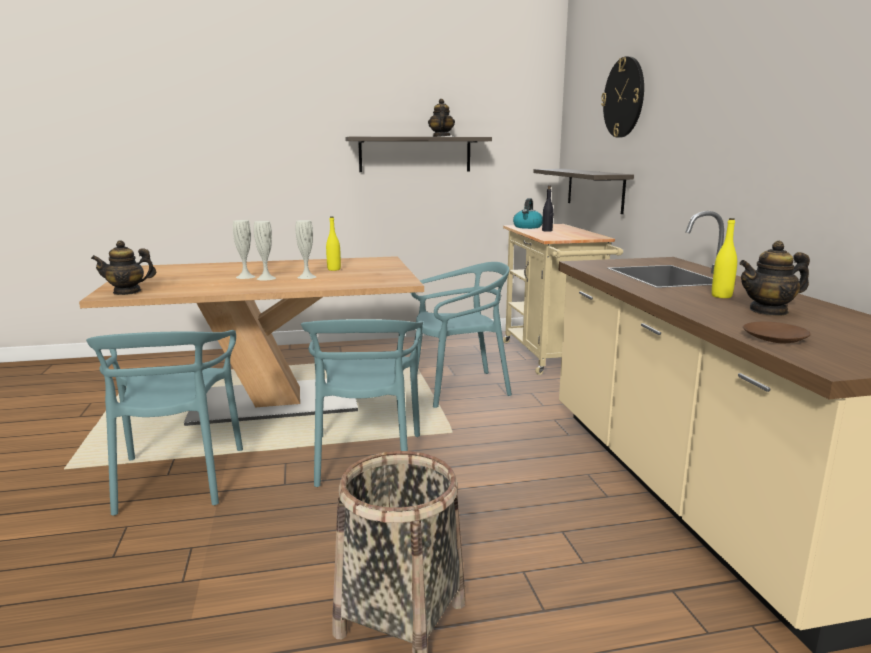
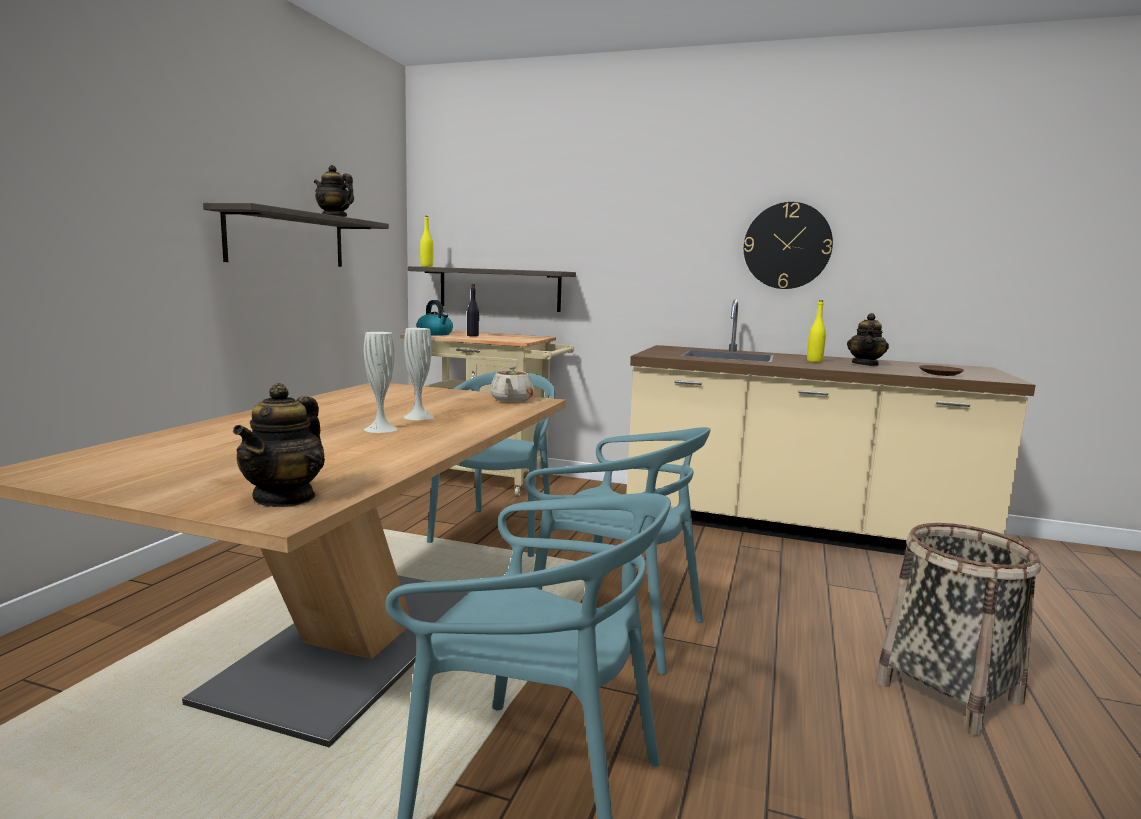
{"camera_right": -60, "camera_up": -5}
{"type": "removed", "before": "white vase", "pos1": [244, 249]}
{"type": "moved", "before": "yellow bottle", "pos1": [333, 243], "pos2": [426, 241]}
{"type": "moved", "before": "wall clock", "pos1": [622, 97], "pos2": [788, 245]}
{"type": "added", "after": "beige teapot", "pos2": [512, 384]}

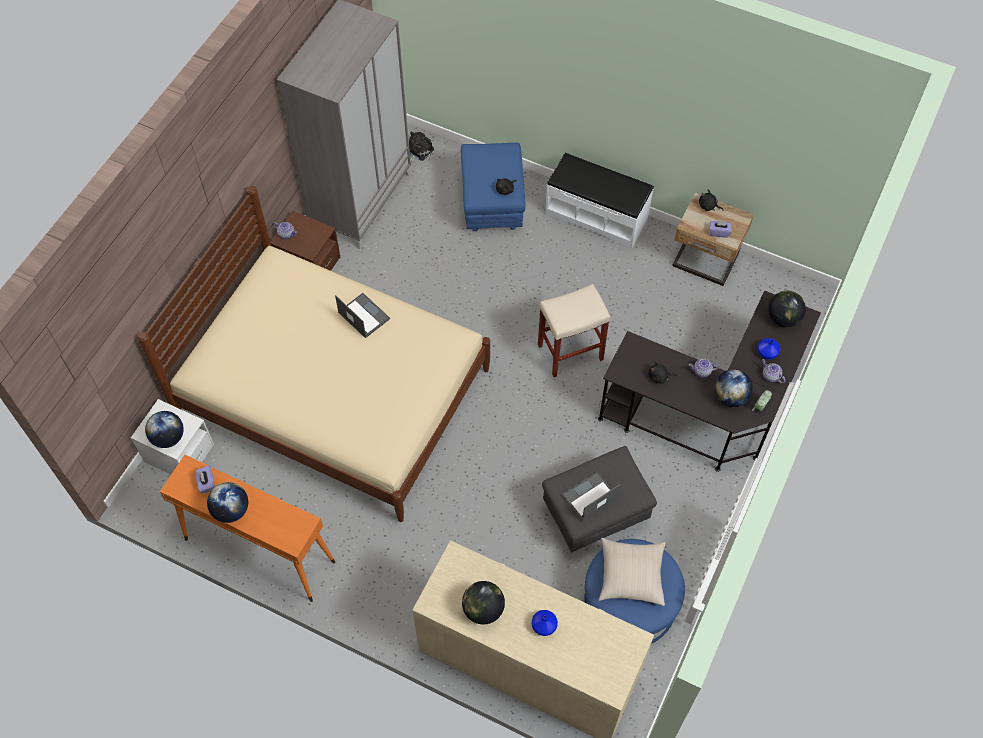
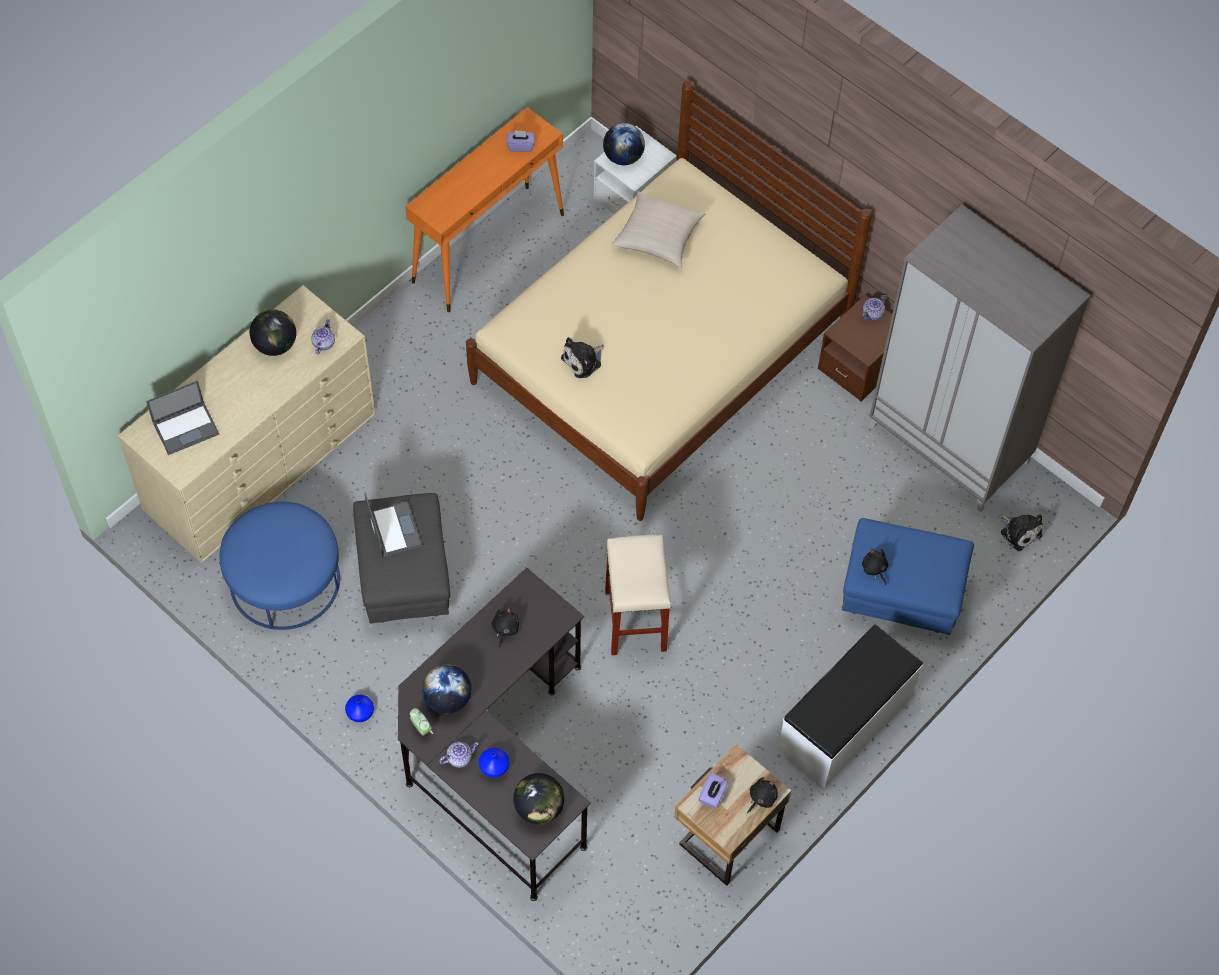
{"camera_right": 105, "camera_up": 0}
{"type": "removed", "before": "globe", "pos1": [227, 502]}
{"type": "moved", "before": "laptop", "pos1": [362, 315], "pos2": [182, 418]}
{"type": "moved", "before": "blue vase", "pos1": [545, 623], "pos2": [359, 708]}
{"type": "moved", "before": "beige pillow", "pos1": [632, 572], "pos2": [659, 229]}
{"type": "moved", "before": "teapot", "pos1": [703, 368], "pos2": [323, 336]}
{"type": "added", "after": "plush toy", "pos2": [582, 357]}

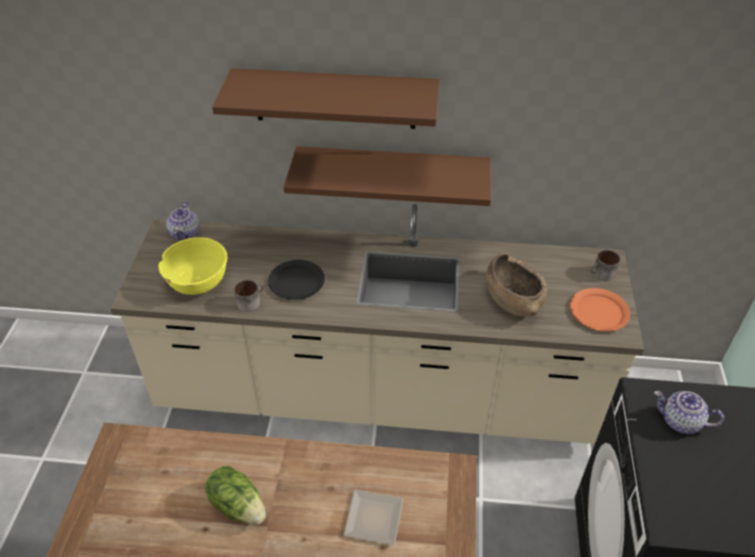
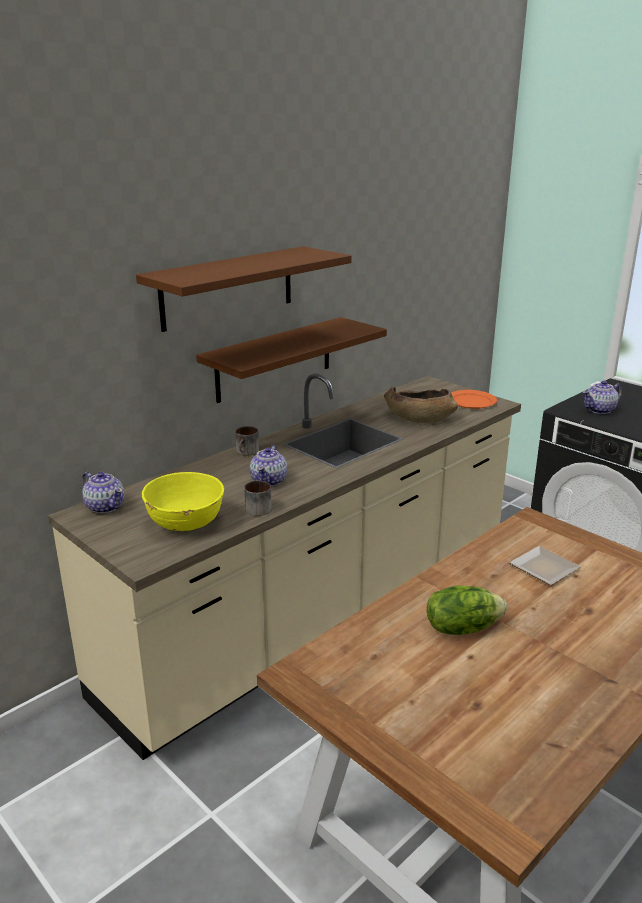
{"camera_right": -50, "camera_up": -20}
{"type": "replaced", "before": "black plate", "after": "teapot", "pos1": [296, 280], "pos2": [268, 465]}
{"type": "moved", "before": "mug", "pos1": [605, 265], "pos2": [247, 441]}

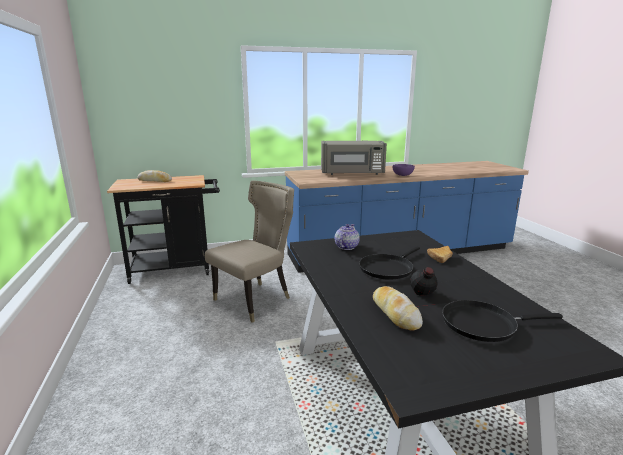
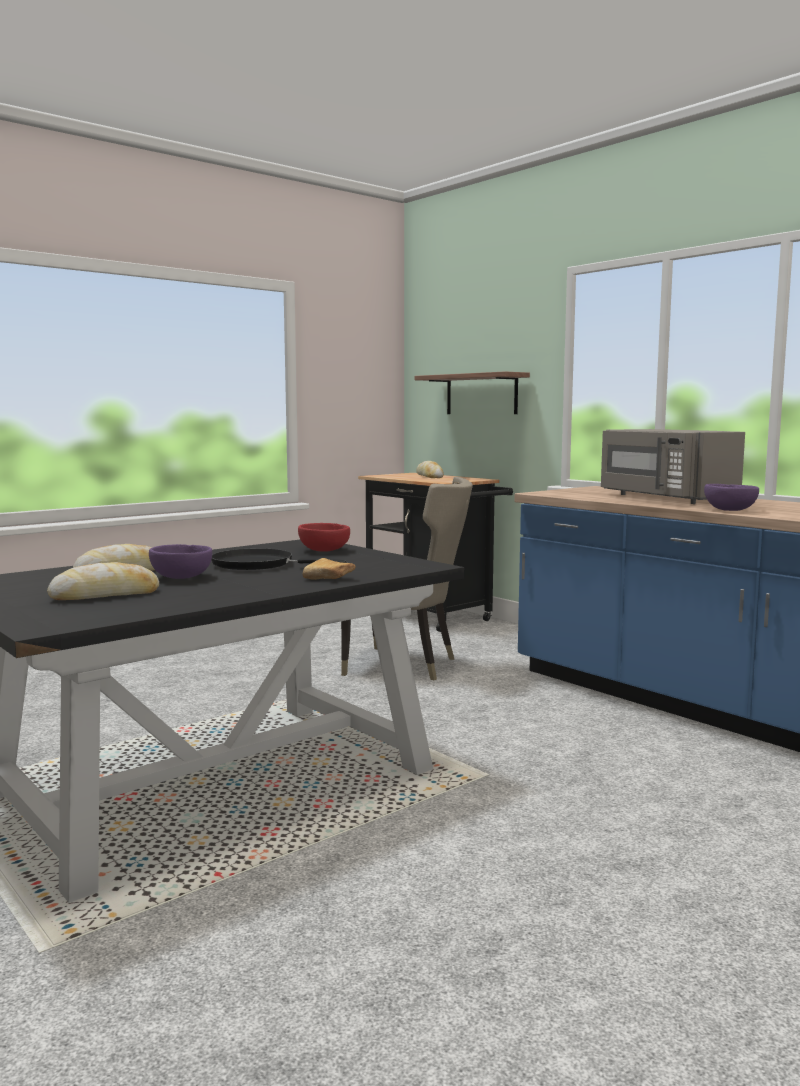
{"camera_right": 65, "camera_up": -10}
{"type": "replaced", "before": "teapot", "after": "red bowl", "pos1": [347, 237], "pos2": [324, 537]}
{"type": "replaced", "before": "black bottle", "after": "purple bowl", "pos1": [424, 286], "pos2": [180, 561]}
{"type": "replaced", "before": "black frying pan", "after": "bread", "pos1": [502, 321], "pos2": [103, 581]}
{"type": "added", "after": "shelf", "pos2": [472, 392]}

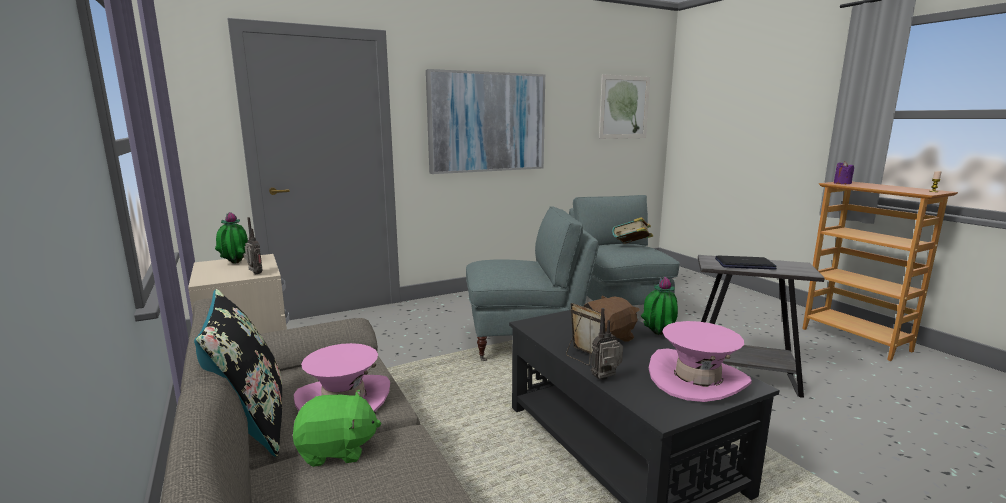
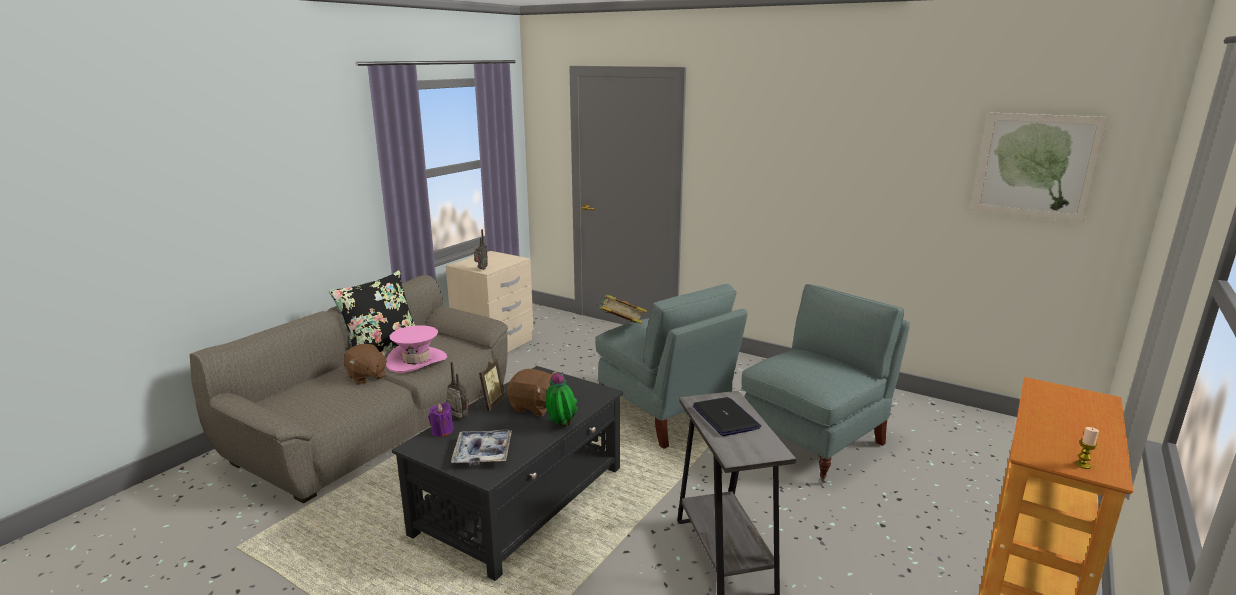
{"camera_right": 60, "camera_up": 5}
{"type": "removed", "before": "potted plant", "pos1": [231, 238]}
{"type": "recoloured", "before": "green plush toy", "after": "brown plush toy", "pos1": [337, 428], "pos2": [365, 364]}
{"type": "removed", "before": "picture", "pos1": [485, 121]}
{"type": "moved", "before": "book", "pos1": [632, 230], "pos2": [621, 309]}
{"type": "replaced", "before": "pink hat", "after": "tray", "pos1": [700, 361], "pos2": [481, 448]}
{"type": "moved", "before": "purple candle", "pos1": [844, 172], "pos2": [441, 419]}

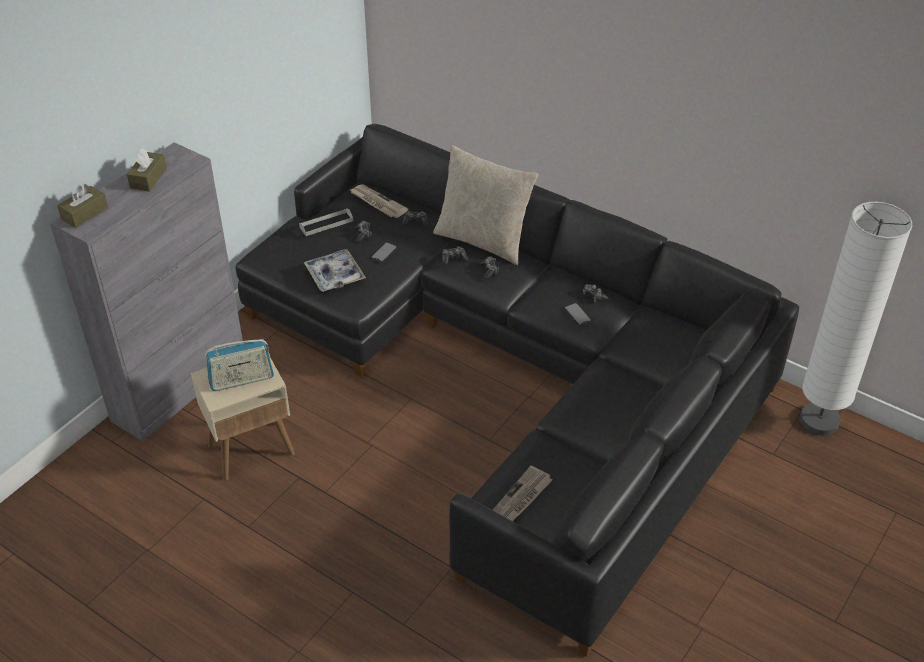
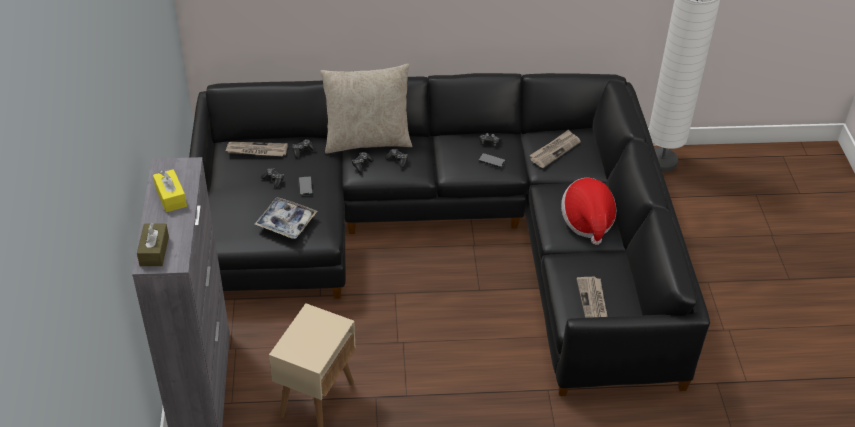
{"camera_right": -40, "camera_up": 0}
{"type": "recoloured", "before": "brown tissue box", "after": "yellow tissue box", "pos1": [147, 170], "pos2": [170, 190]}
{"type": "removed", "before": "radio", "pos1": [239, 365]}
{"type": "removed", "before": "grey tray", "pos1": [326, 222]}
{"type": "added", "after": "newspaper", "pos2": [555, 149]}
{"type": "added", "after": "hat", "pos2": [588, 211]}

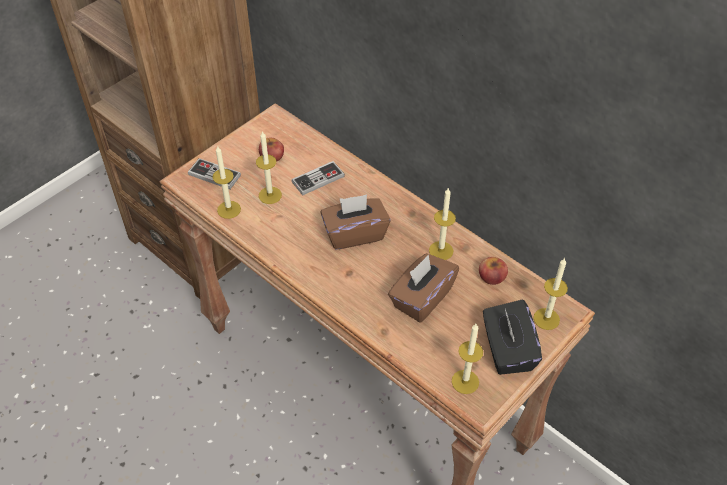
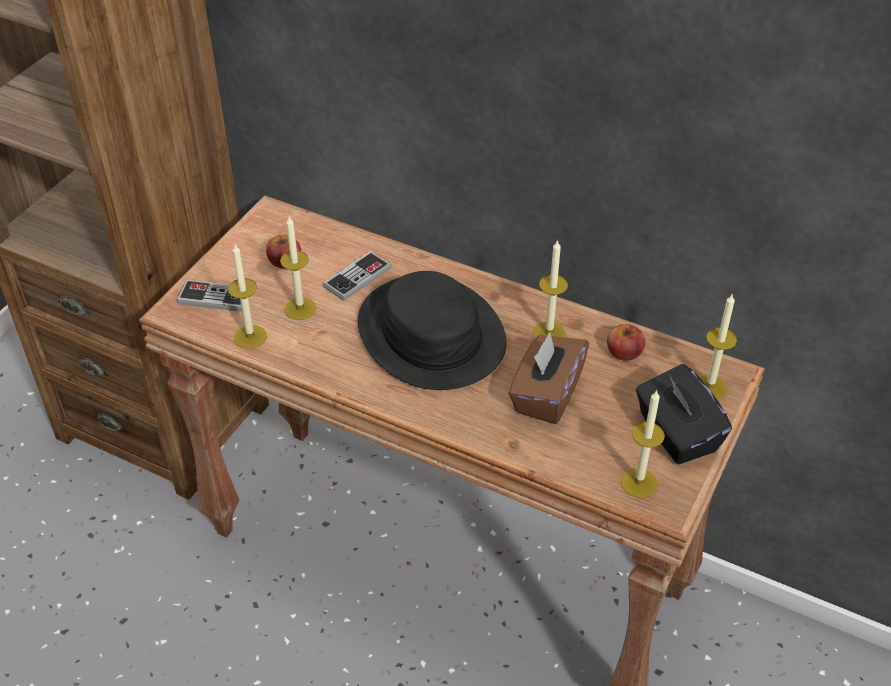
{"camera_right": -15, "camera_up": -5}
{"type": "replaced", "before": "brown tissue box", "after": "black hat", "pos1": [355, 222], "pos2": [432, 330]}

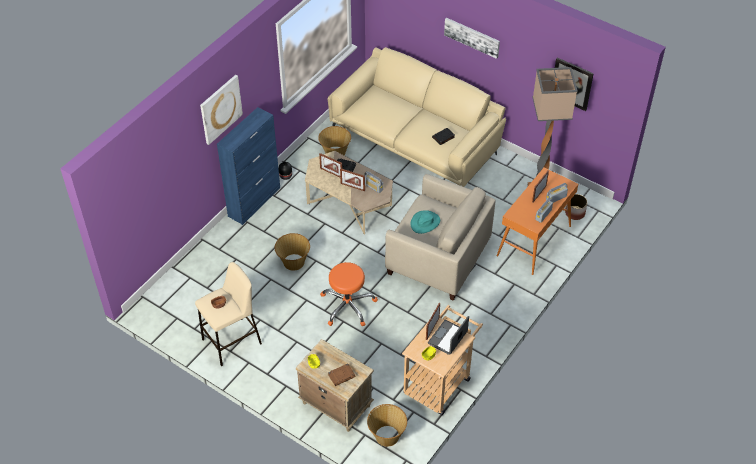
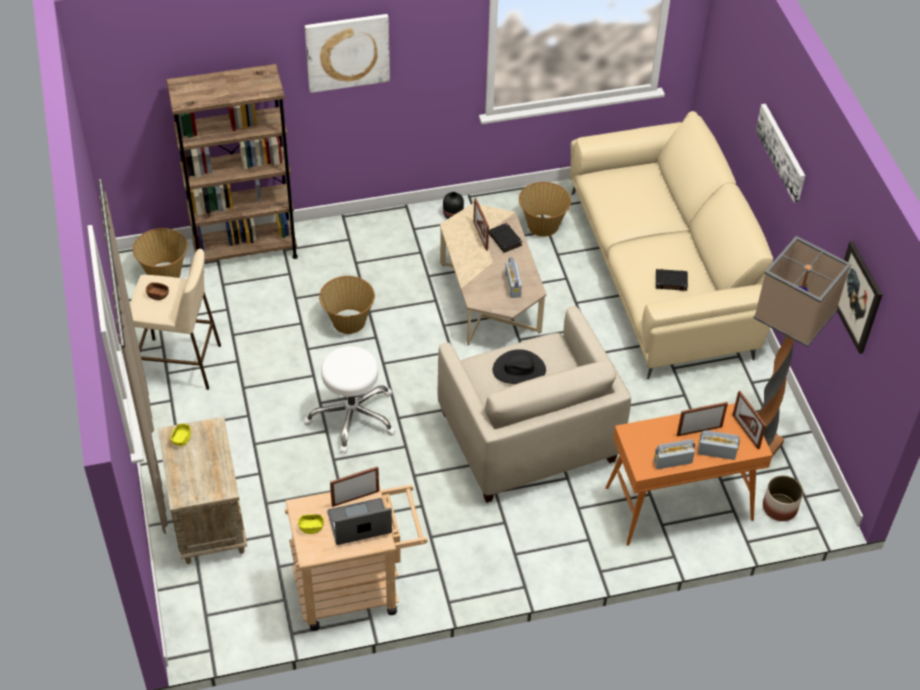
{"camera_right": 40, "camera_up": 0}
{"type": "removed", "before": "blue cabinet", "pos1": [248, 166]}
{"type": "recoloured", "before": "orange stool", "after": "white stool", "pos1": [349, 294], "pos2": [350, 400]}
{"type": "removed", "before": "brown book", "pos1": [342, 374]}
{"type": "moved", "before": "picture frame", "pos1": [352, 179], "pos2": [749, 420]}
{"type": "moved", "before": "basket", "pos1": [387, 425], "pos2": [160, 253]}
{"type": "recoloured", "before": "turquoise hat", "after": "black hat", "pos1": [425, 222], "pos2": [519, 366]}
{"type": "added", "after": "brown bookcase", "pos2": [232, 163]}

